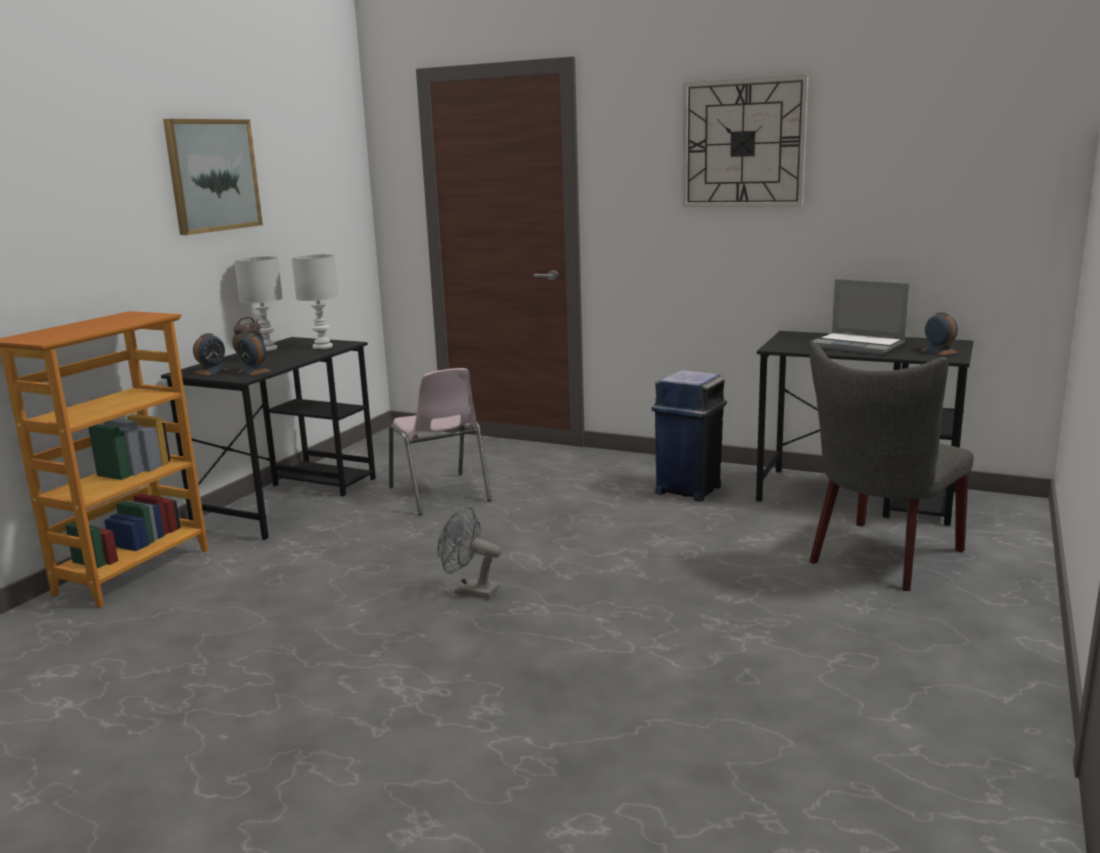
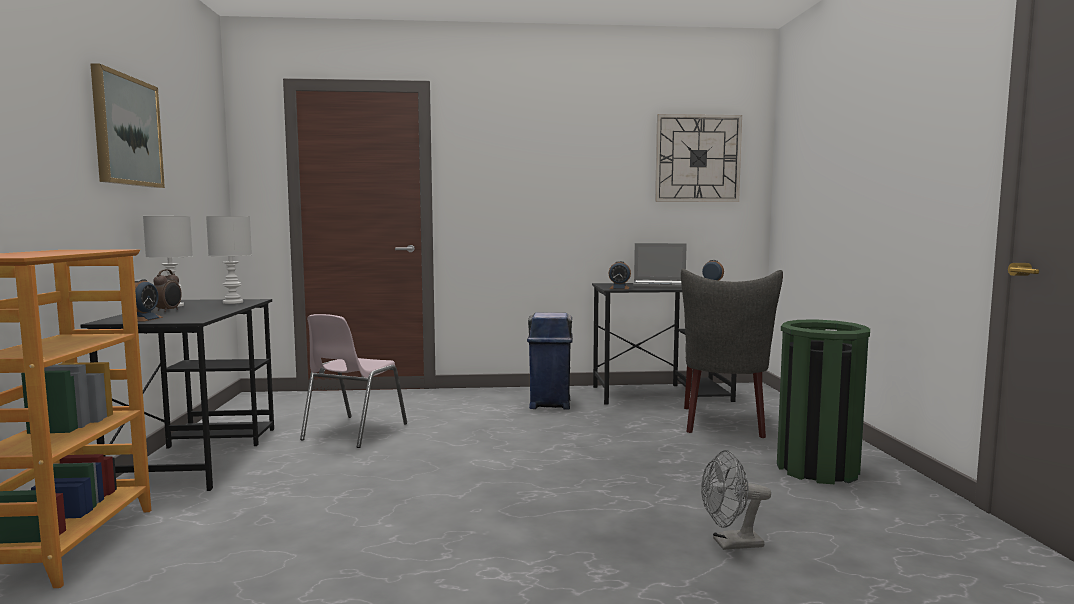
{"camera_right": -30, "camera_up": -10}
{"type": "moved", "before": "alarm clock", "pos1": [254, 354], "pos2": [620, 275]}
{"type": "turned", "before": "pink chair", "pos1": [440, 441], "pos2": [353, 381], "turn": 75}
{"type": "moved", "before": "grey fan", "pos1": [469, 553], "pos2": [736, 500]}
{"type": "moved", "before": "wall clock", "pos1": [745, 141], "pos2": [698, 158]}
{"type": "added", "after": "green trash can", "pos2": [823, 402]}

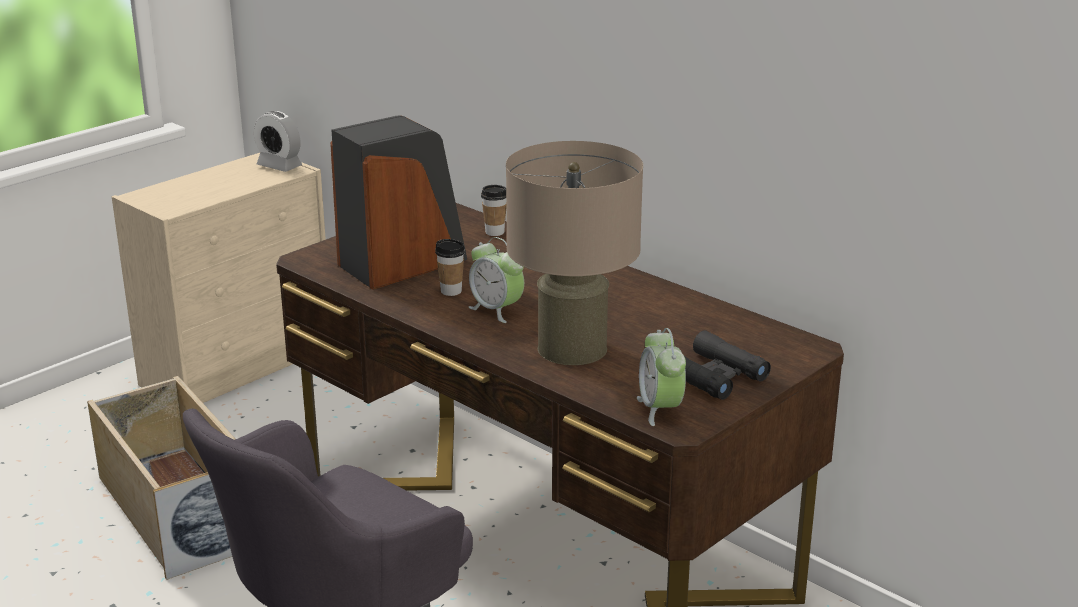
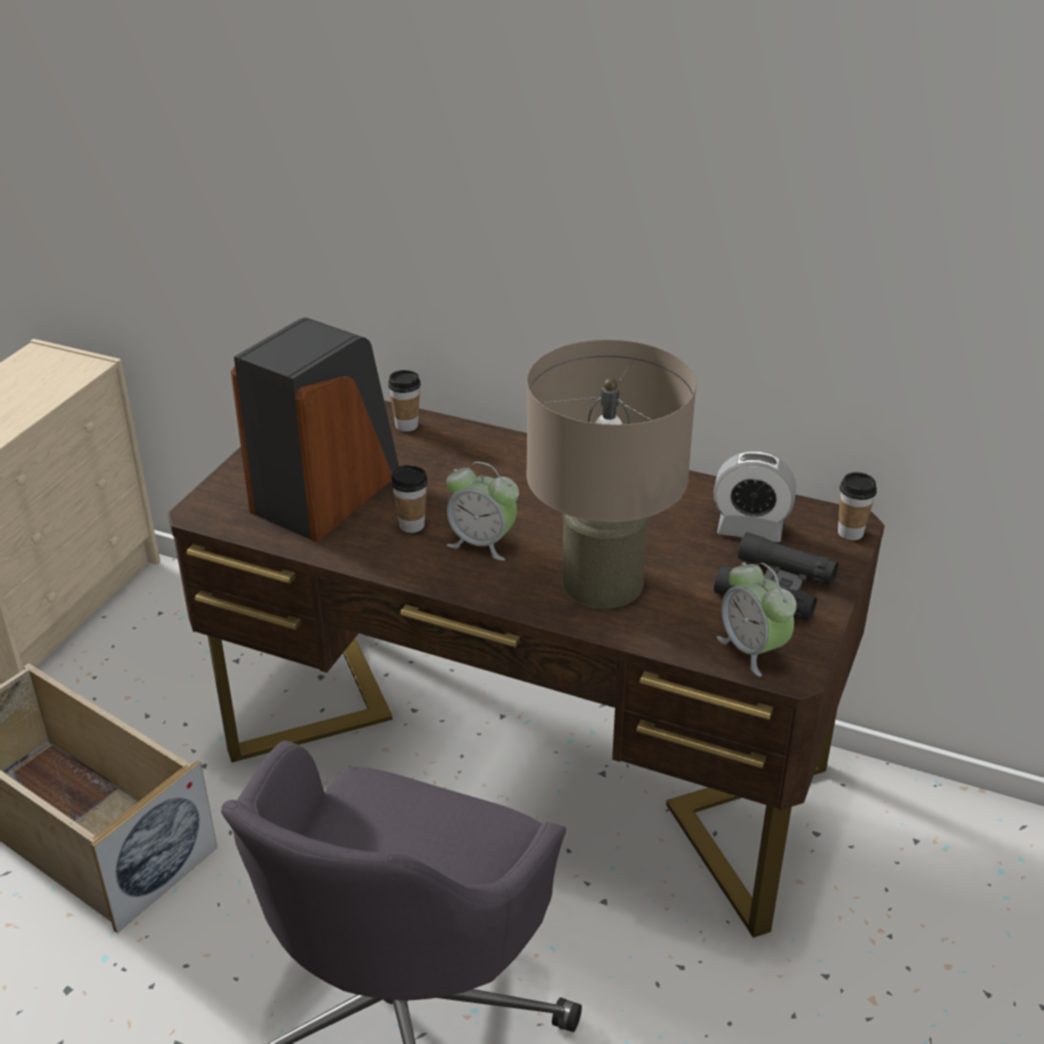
{"camera_right": -20, "camera_up": 10}
{"type": "moved", "before": "alarm clock", "pos1": [278, 141], "pos2": [755, 497]}
{"type": "added", "after": "cup", "pos2": [857, 506]}

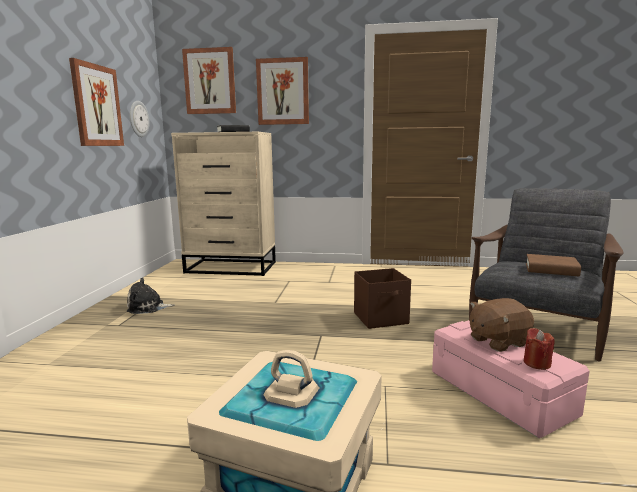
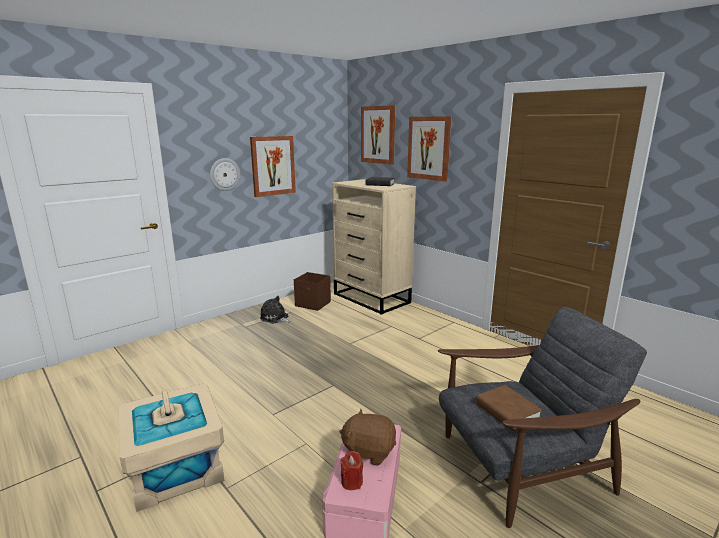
{"camera_right": 40, "camera_up": 5}
{"type": "moved", "before": "wall clock", "pos1": [140, 119], "pos2": [225, 174]}
{"type": "moved", "before": "brown storage box", "pos1": [382, 298], "pos2": [312, 291]}

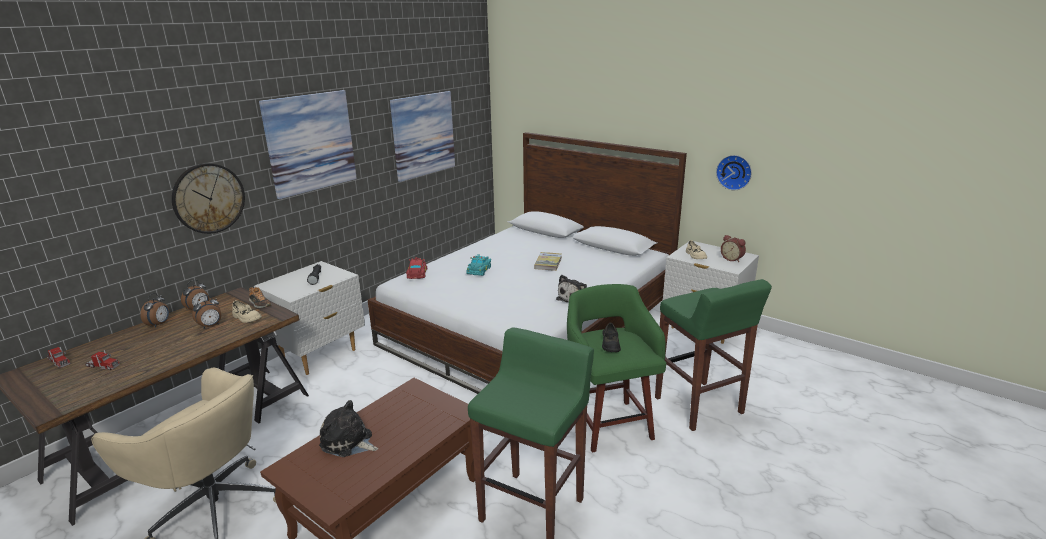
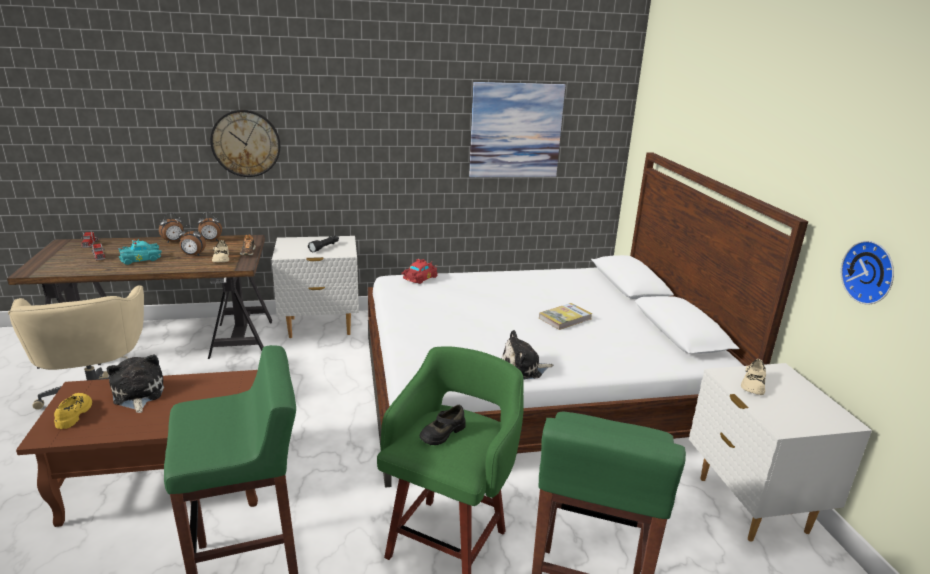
{"camera_right": 40, "camera_up": 0}
{"type": "removed", "before": "picture", "pos1": [308, 144]}
{"type": "moved", "before": "turquoise toy car", "pos1": [478, 265], "pos2": [140, 252]}
{"type": "removed", "before": "alarm clock", "pos1": [733, 248]}
{"type": "added", "after": "yellow shoe", "pos2": [73, 411]}

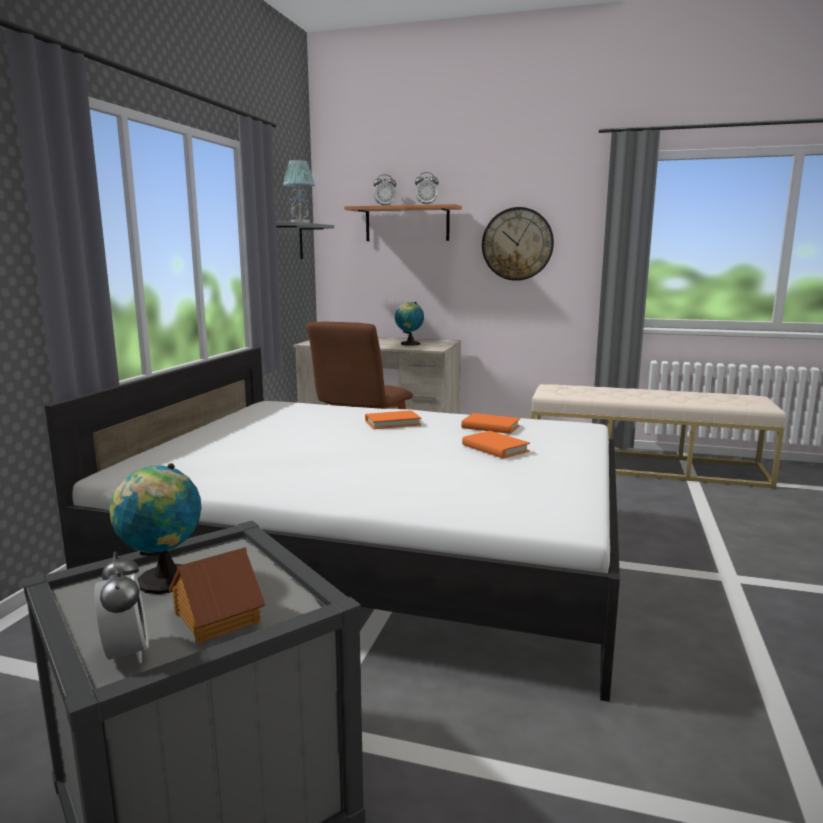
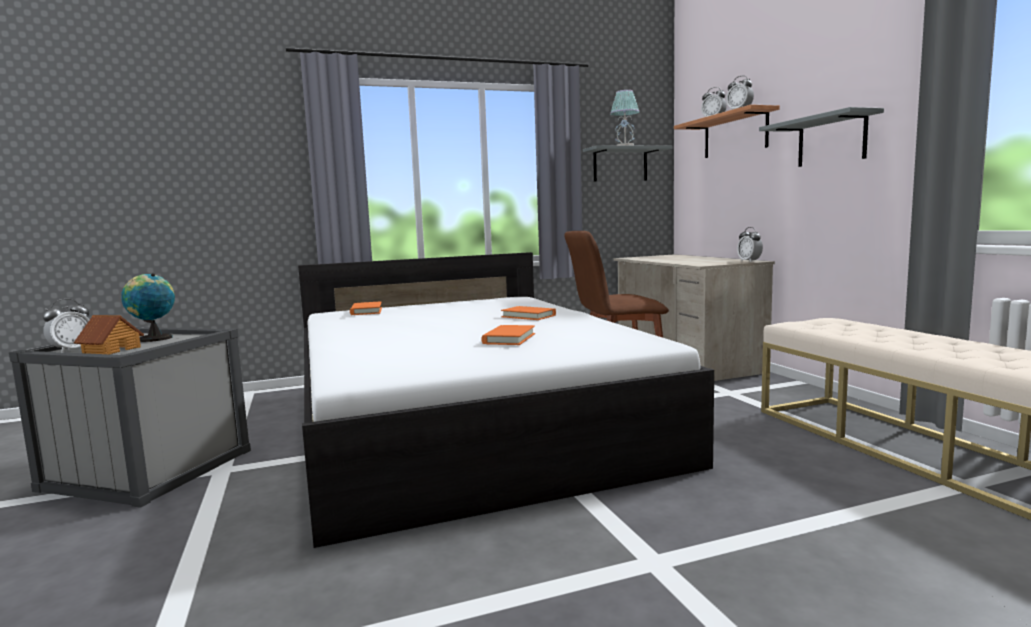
{"camera_right": 55, "camera_up": -5}
{"type": "removed", "before": "globe", "pos1": [409, 324]}
{"type": "moved", "before": "orange book", "pos1": [490, 423], "pos2": [366, 308]}
{"type": "replaced", "before": "wall clock", "after": "grey shelf", "pos1": [518, 244], "pos2": [821, 137]}
{"type": "added", "after": "alarm clock", "pos2": [750, 244]}

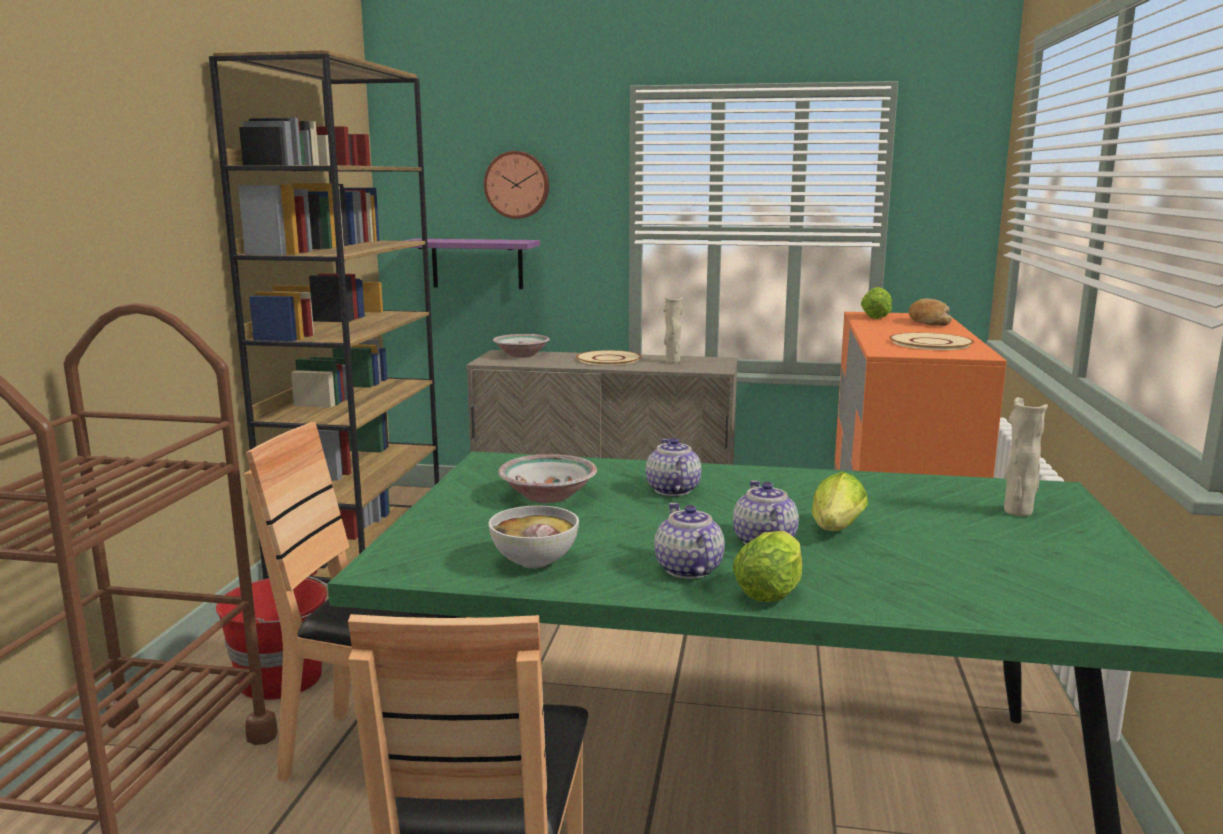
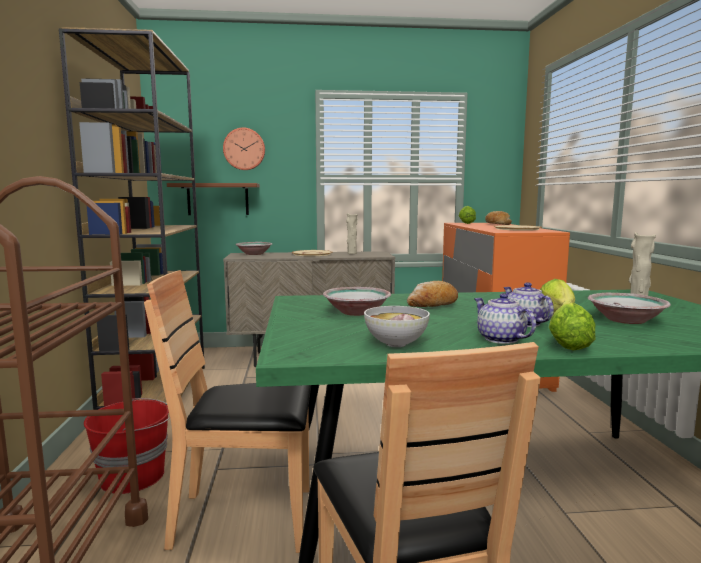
{"camera_right": -15, "camera_up": -5}
{"type": "recoloured", "before": "purple shelf", "after": "brown shelf", "pos1": [472, 264], "pos2": [213, 199]}
{"type": "replaced", "before": "teapot", "after": "bread", "pos1": [673, 467], "pos2": [432, 294]}
{"type": "added", "after": "bowl", "pos2": [629, 308]}

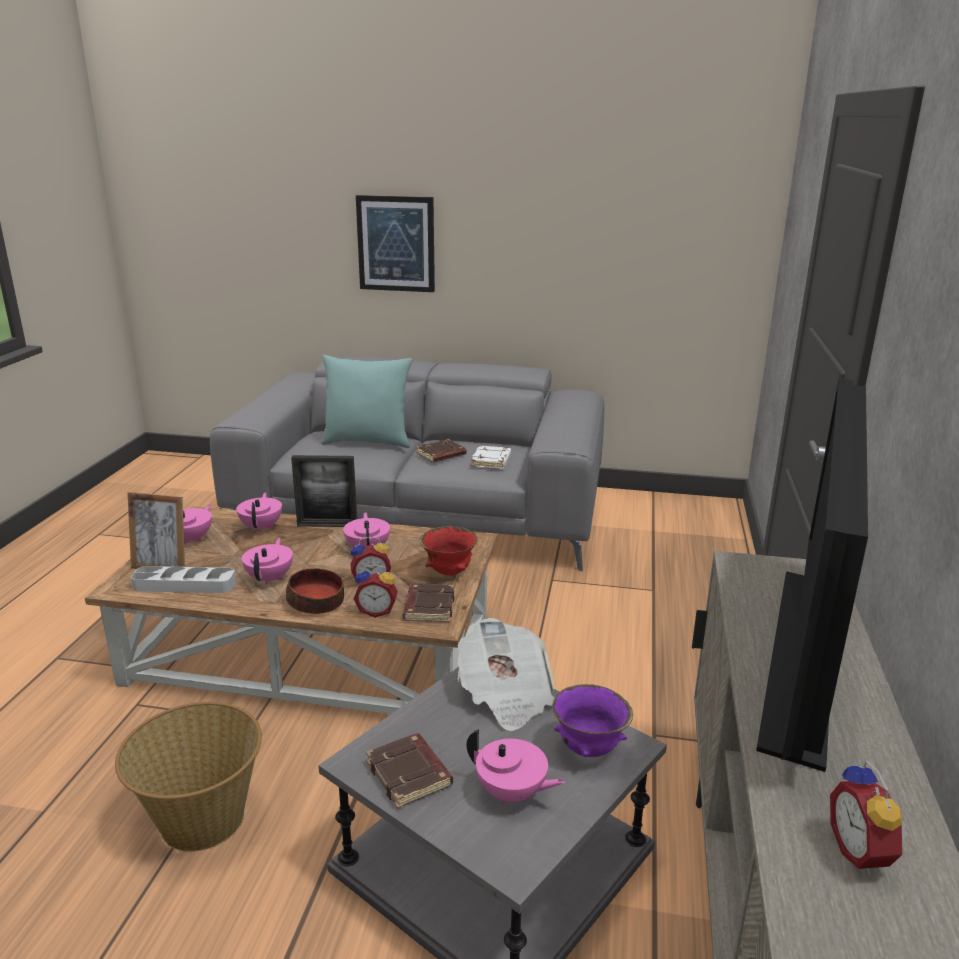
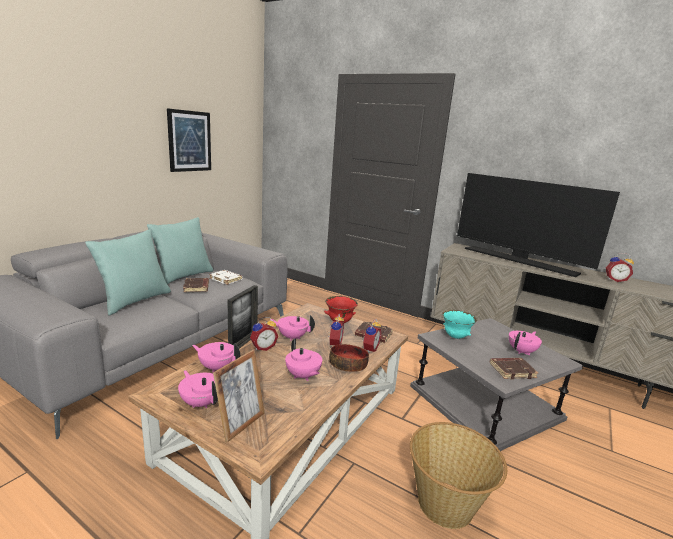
{"camera_right": -70, "camera_up": -5}
{"type": "removed", "before": "grey tray", "pos1": [183, 579]}
{"type": "turned", "before": "pink teapot", "pos1": [267, 561], "pos2": [303, 360], "turn": -150}
{"type": "moved", "before": "picture", "pos1": [395, 243], "pos2": [189, 140]}
{"type": "replaced", "before": "newspaper", "after": "turquoise bowl", "pos1": [506, 674], "pos2": [459, 324]}
{"type": "removed", "before": "purple bowl", "pos1": [592, 720]}
{"type": "added", "after": "turquoise pillow", "pos2": [180, 250]}
{"type": "added", "after": "alarm clock", "pos2": [264, 334]}

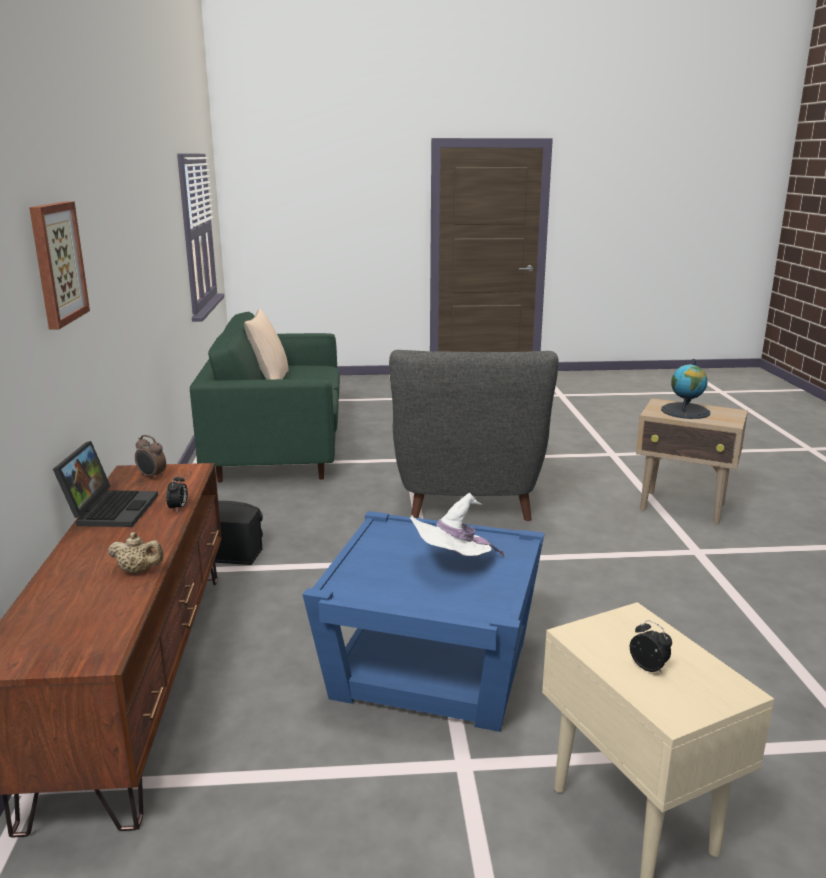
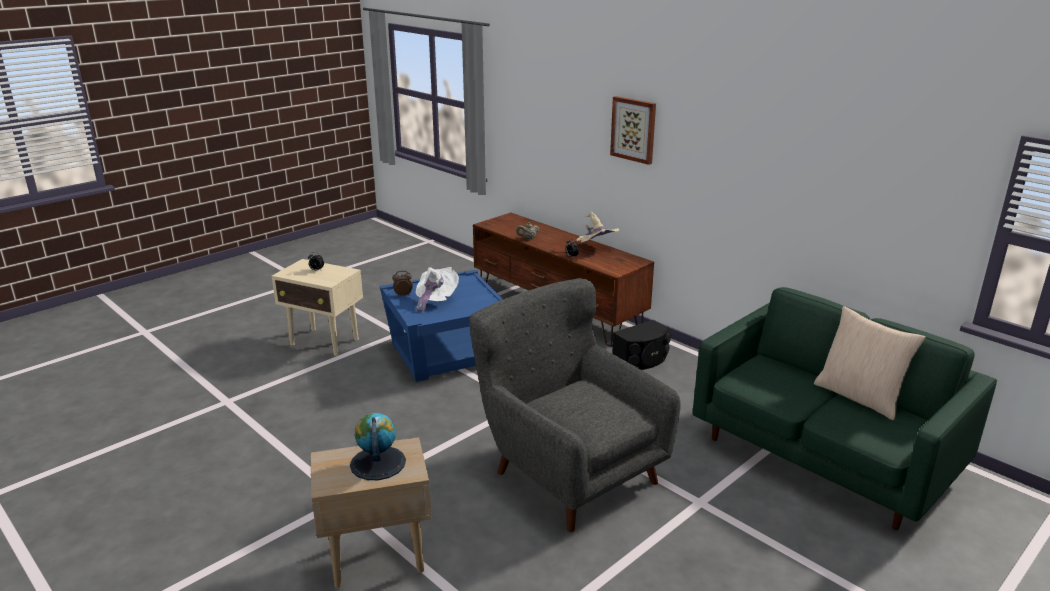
{"camera_right": 140, "camera_up": 5}
{"type": "replaced", "before": "laptop", "after": "beige hat", "pos1": [105, 484], "pos2": [597, 227]}
{"type": "moved", "before": "alarm clock", "pos1": [150, 457], "pos2": [402, 283]}

